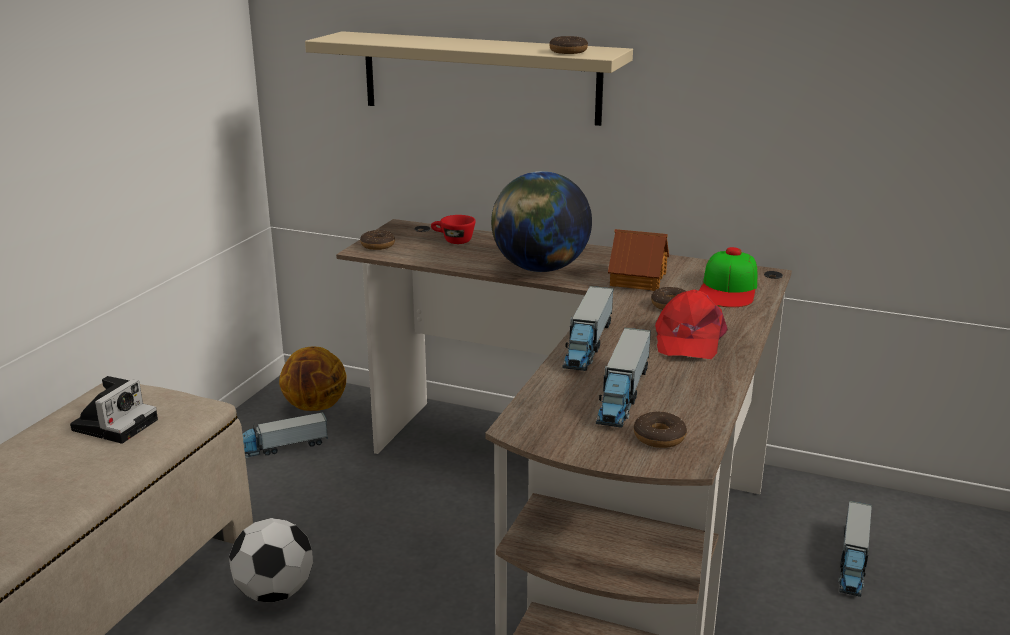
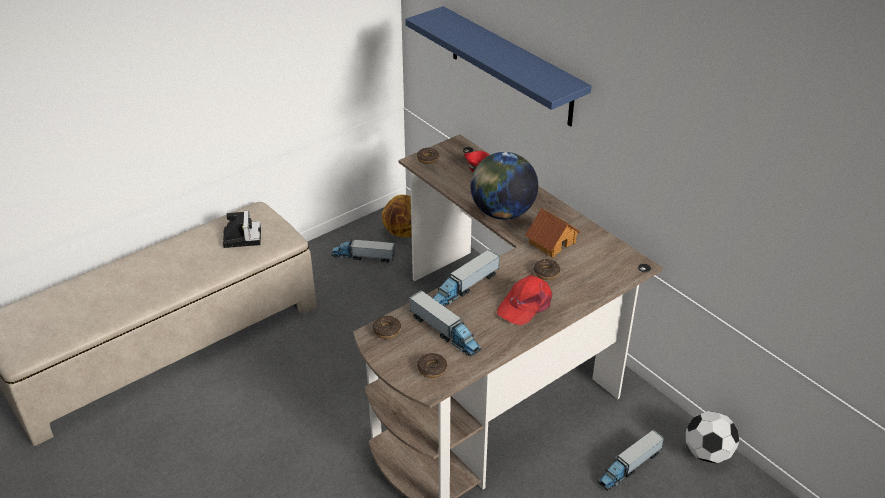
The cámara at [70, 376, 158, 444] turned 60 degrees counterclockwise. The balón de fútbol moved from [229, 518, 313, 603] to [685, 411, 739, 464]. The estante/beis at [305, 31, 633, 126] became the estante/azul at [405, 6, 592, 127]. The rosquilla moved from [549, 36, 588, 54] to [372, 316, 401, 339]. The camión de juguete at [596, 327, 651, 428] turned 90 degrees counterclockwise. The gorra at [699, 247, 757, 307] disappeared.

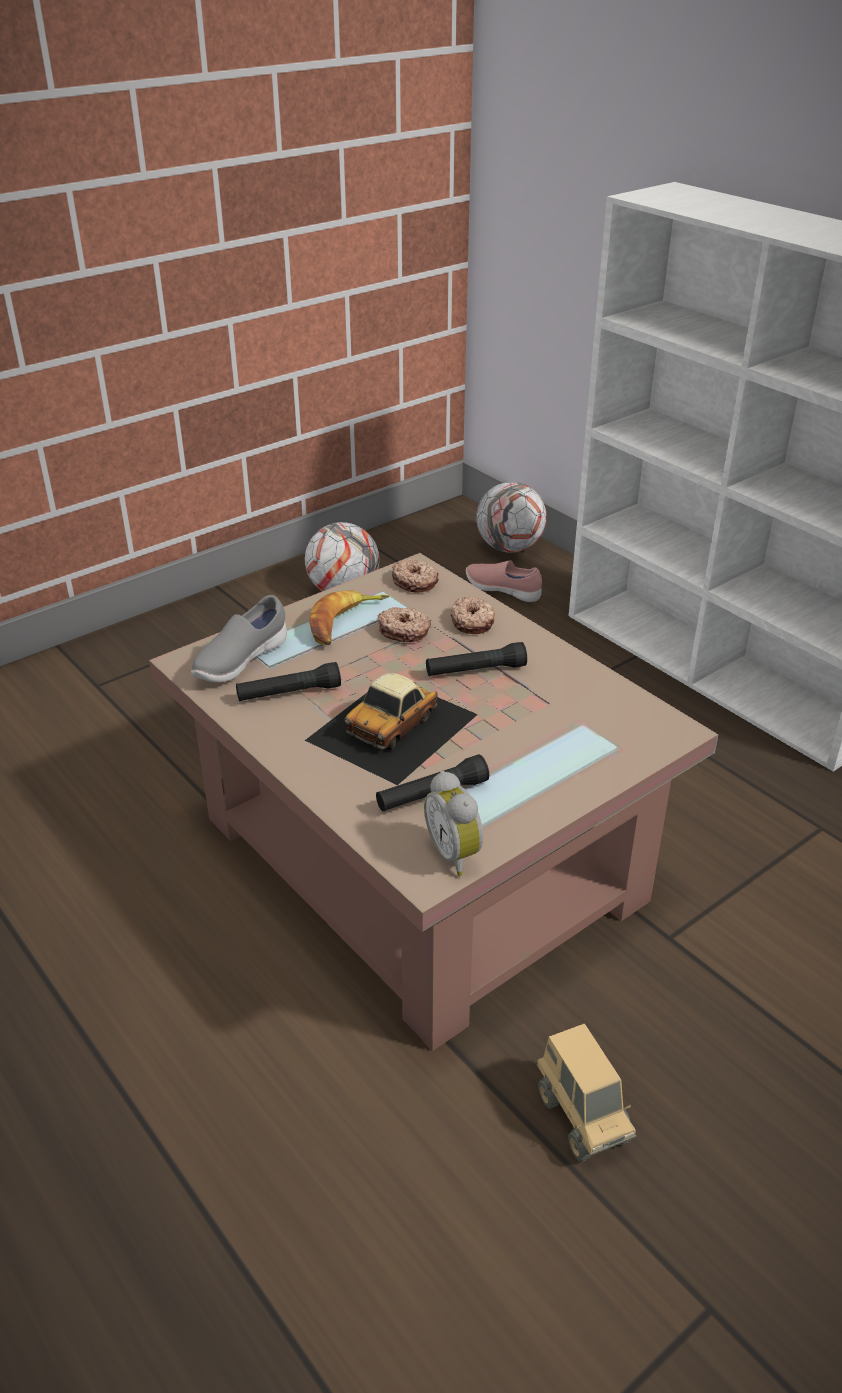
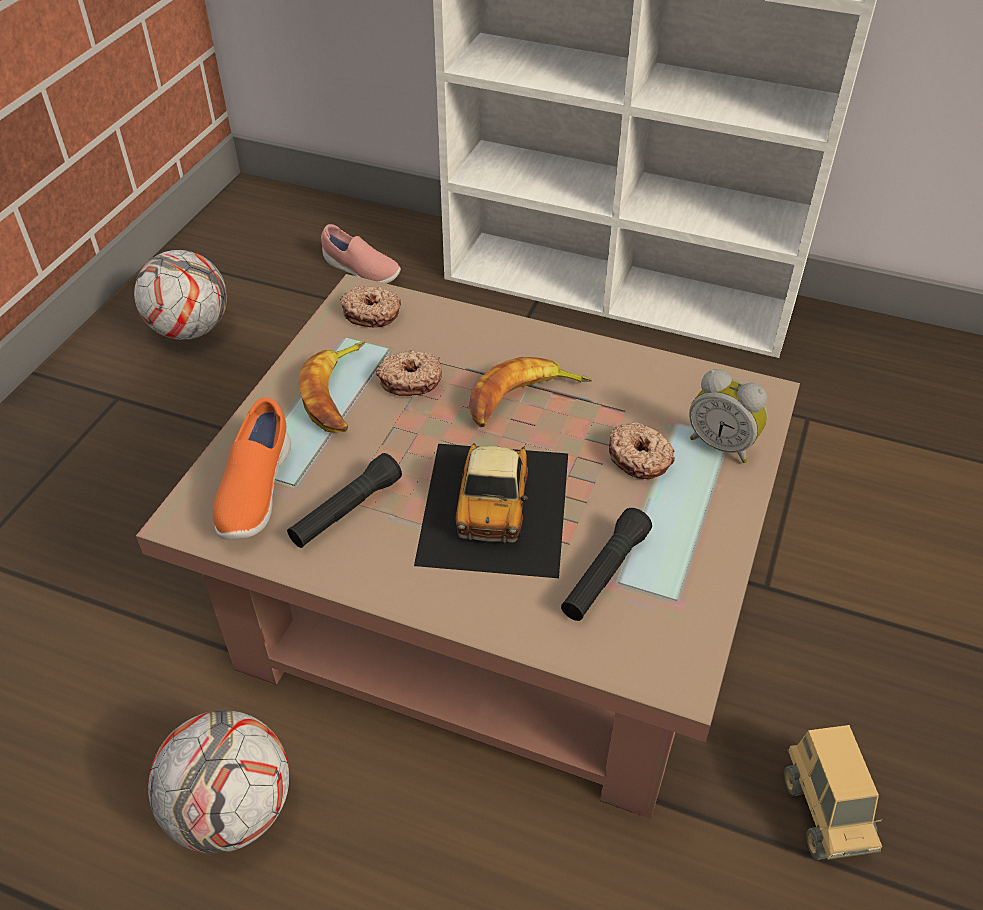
The zapato/gris at [191, 595, 287, 682] became the zapato/naranja at [213, 398, 291, 539]. The despertador moved from [424, 771, 483, 876] to [689, 369, 768, 463]. The linterna/negro at [426, 642, 527, 676] was replaced by the plátano at [469, 357, 592, 427]. The rosquilla moved from [450, 596, 494, 634] to [609, 422, 675, 479]. The zapato/rosa at [466, 560, 542, 602] turned 150 degrees counterclockwise. The balón de fútbol moved from [476, 482, 547, 553] to [148, 710, 289, 854]. The camión de juguete at [536, 1023, 636, 1161] turned 45 degrees clockwise.

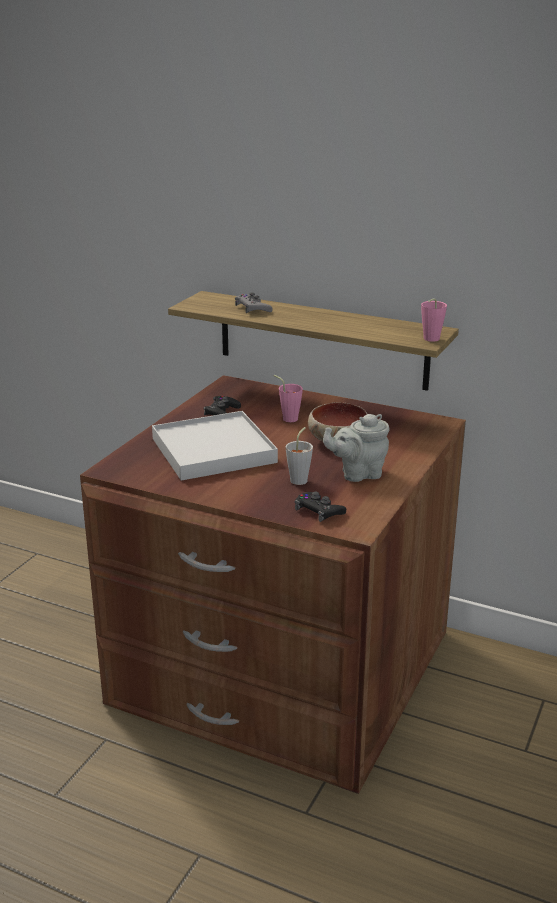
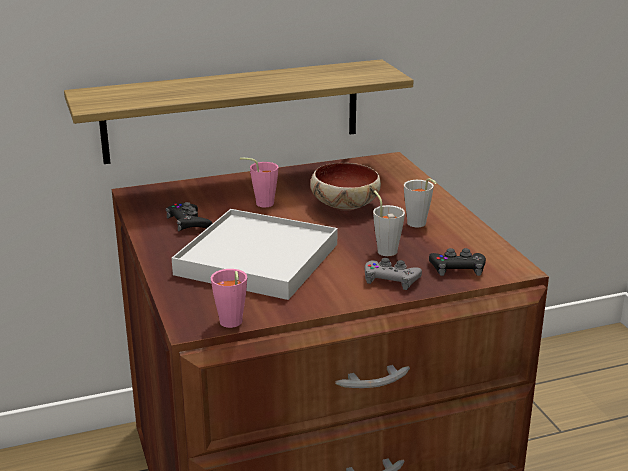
The mando de consola/gris moved from [235, 293, 273, 313] to [365, 258, 422, 290]. The tetera/gris at [323, 414, 389, 482] was replaced by the taza/gris at [404, 178, 437, 228]. The taza/rosa moved from [421, 298, 447, 342] to [211, 269, 247, 328].

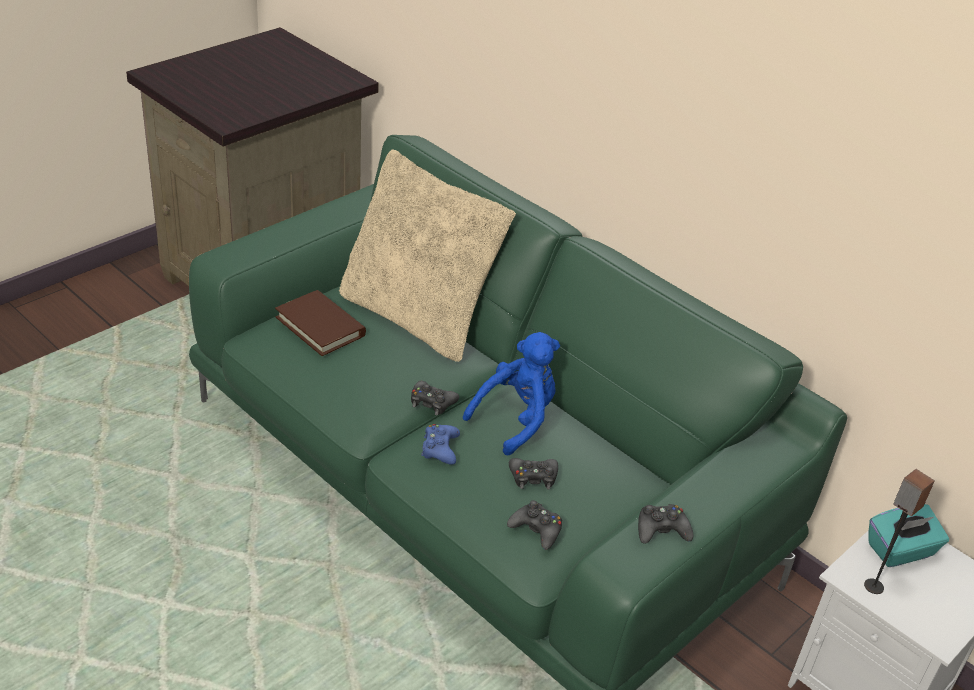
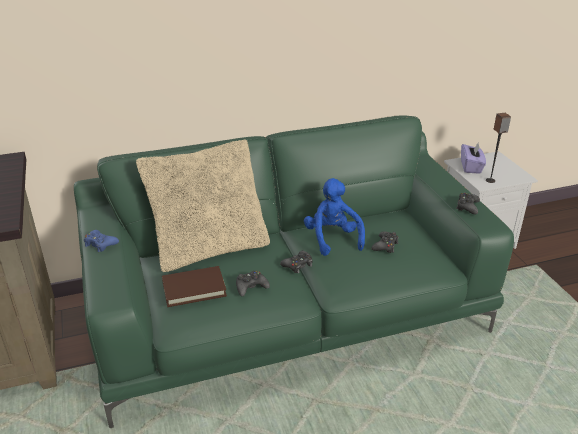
The mando de consola/azul moved from [421, 424, 460, 465] to [84, 230, 119, 252]. The mando de consola/negro moved from [507, 500, 562, 550] to [236, 271, 270, 296]. The caja de pañuelos/turquesa at [869, 504, 949, 567] became the caja de pañuelos/morado at [461, 143, 486, 174].

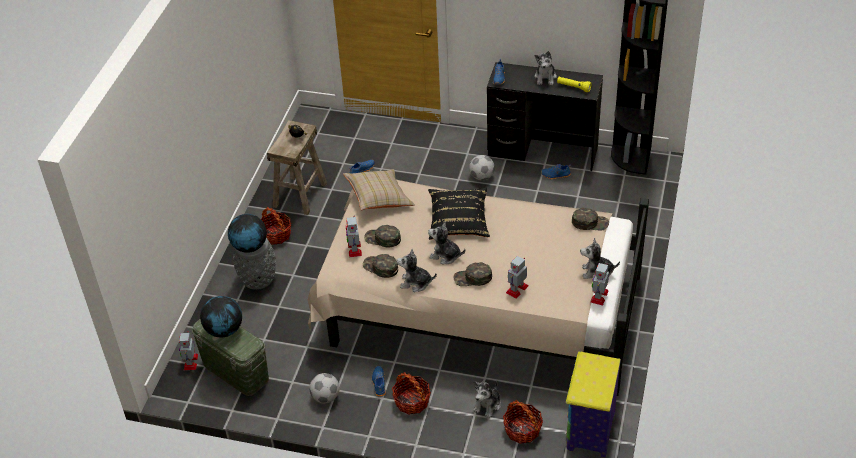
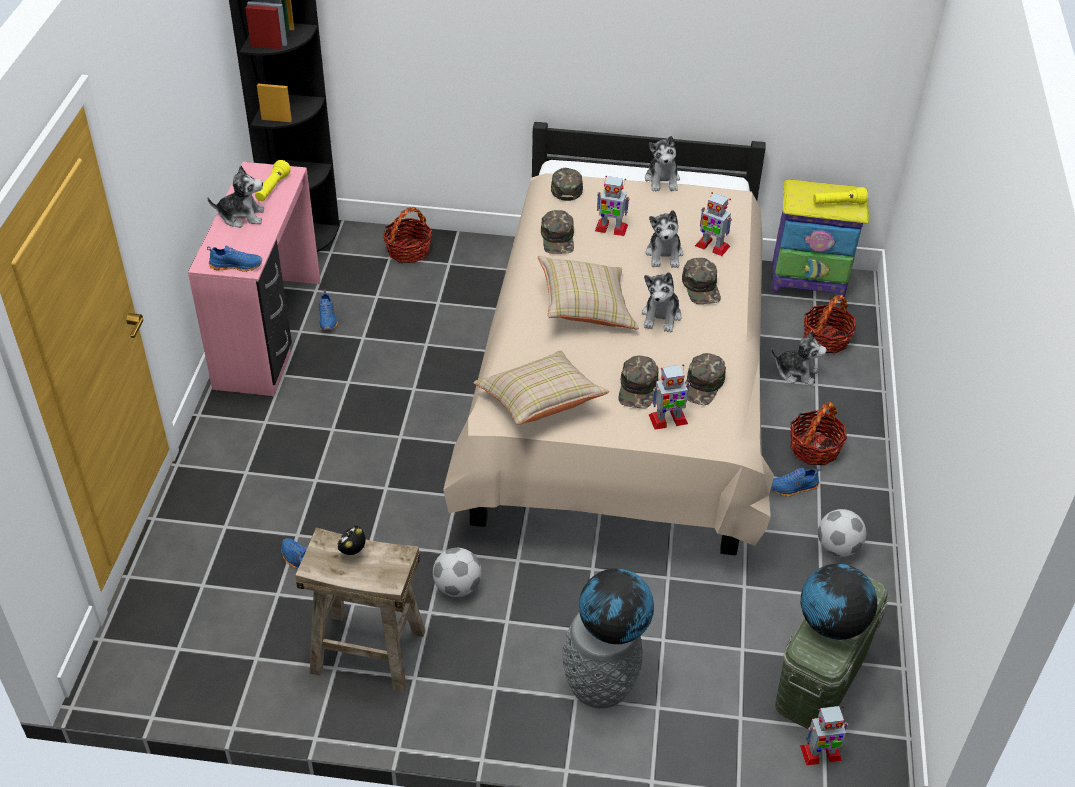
The cesta moved from [261, 207, 291, 245] to [383, 207, 432, 263]. The peluche moved from [397, 249, 437, 292] to [646, 210, 683, 268]. The cojín/negro at [428, 188, 490, 240] became the cojín/beis at [537, 256, 639, 330]. The balón de fútbol moved from [469, 155, 495, 180] to [433, 548, 482, 597]. The escritorio/negro at [487, 62, 603, 171] became the escritorio/rosa at [188, 162, 321, 397]. The robot de juguete moved from [590, 263, 609, 306] to [595, 176, 630, 236]. The gorra/verde at [541, 210, 574, 254] appeared. The linterna/amarillo at [813, 187, 868, 205] appeared.

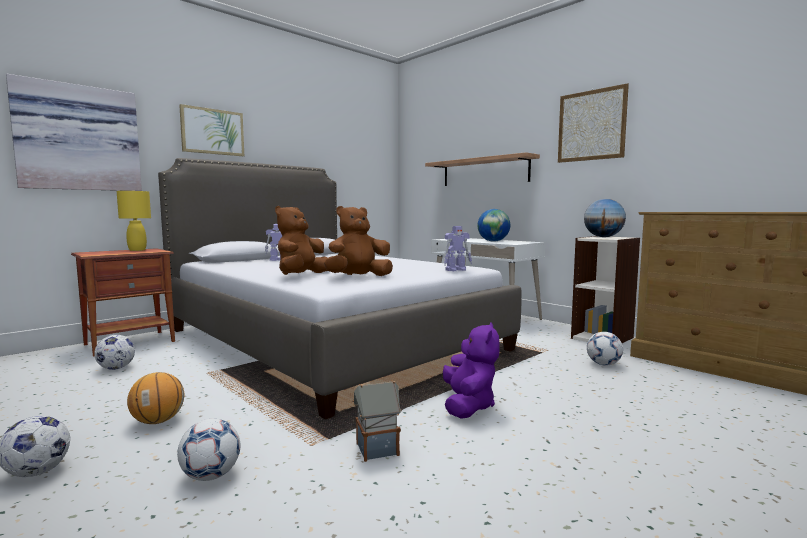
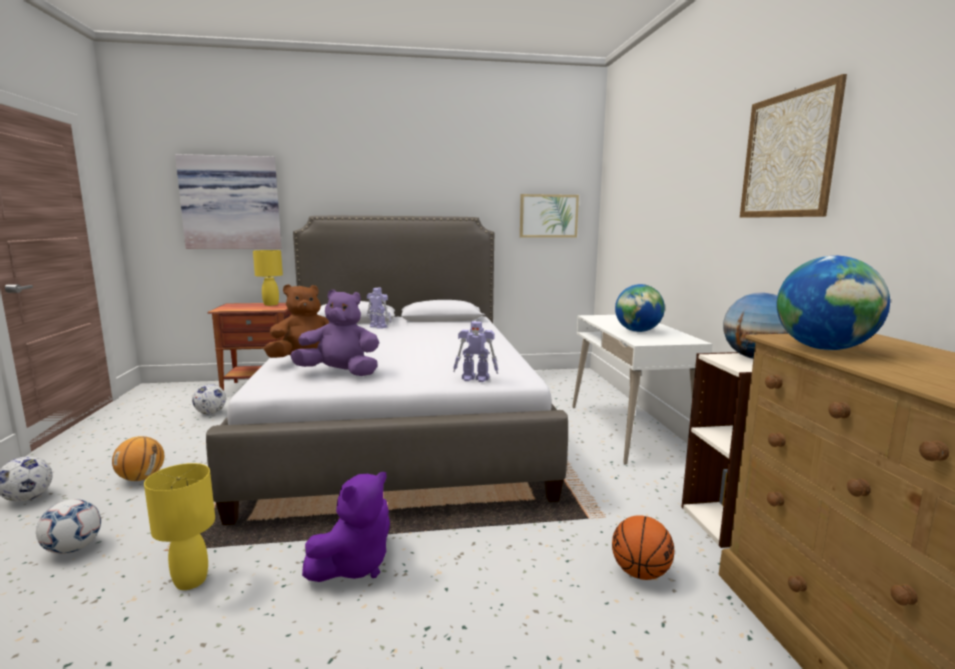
The cuadro moved from [179, 104, 244, 156] to [520, 194, 579, 238]. The peluche/marrón at [324, 206, 393, 276] became the peluche/morado at [290, 290, 379, 376]. The casita at [352, 380, 402, 462] was replaced by the lámpara de mesa/amarillo at [144, 463, 215, 590]. The estante at [425, 152, 540, 186] disappeared. The balón de fútbol at [587, 332, 623, 365] was replaced by the balón de baloncesto at [612, 515, 674, 580]. The globo terráqueo at [777, 256, 890, 350] appeared.

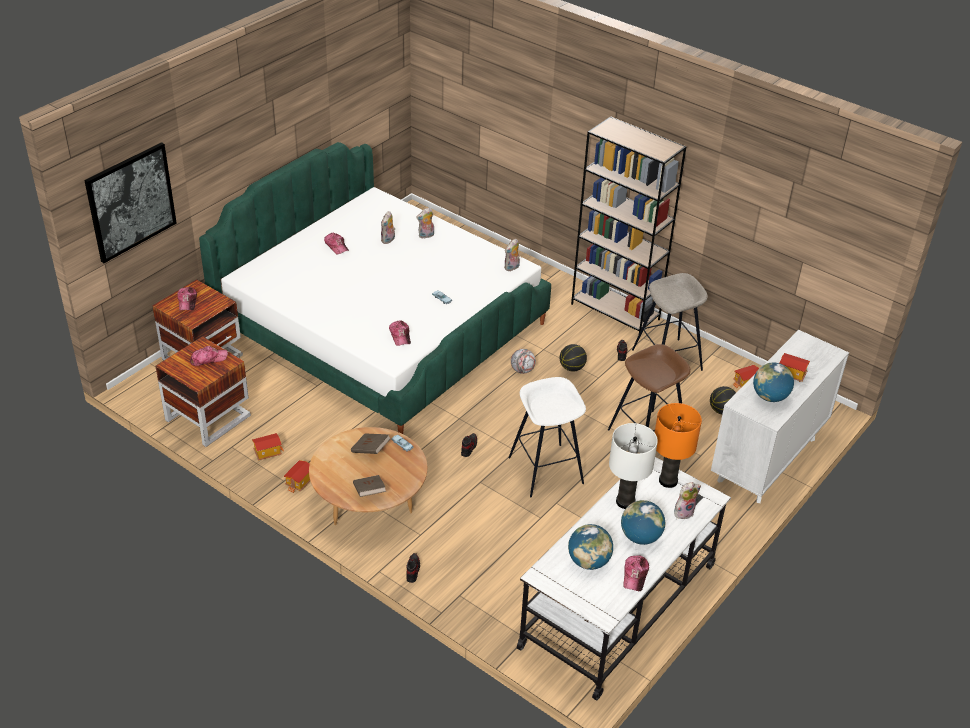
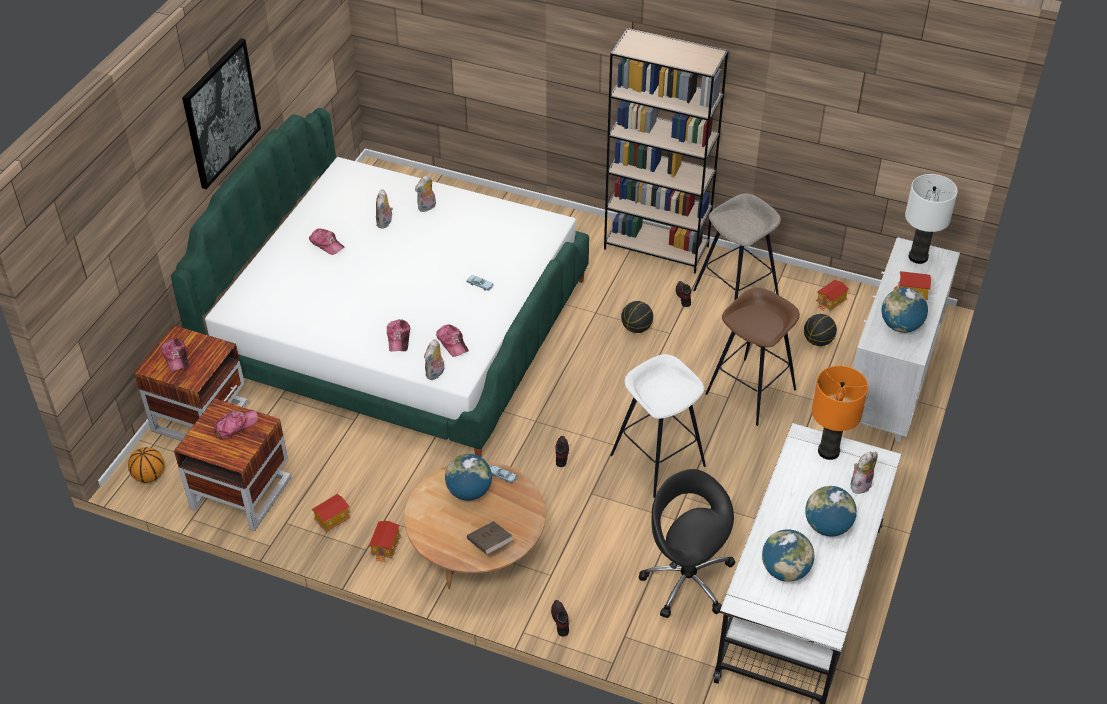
The cuadro moved from [84, 142, 177, 263] to [182, 38, 261, 189]. The libro/marrón at [351, 434, 391, 454] was replaced by the globo terráqueo at [445, 454, 492, 501]. The peluche moved from [505, 239, 520, 271] to [424, 339, 444, 380]. The balón de fútbol at [511, 349, 536, 374] disappeared. The lámpara de mesa/blanco moved from [609, 423, 658, 509] to [905, 174, 958, 264]. The gorra moved from [623, 555, 649, 591] to [387, 319, 410, 352]. The balón de baloncesto at [128, 447, 164, 483] appeared. The silla de oficina/negro at [639, 469, 735, 618] appeared.

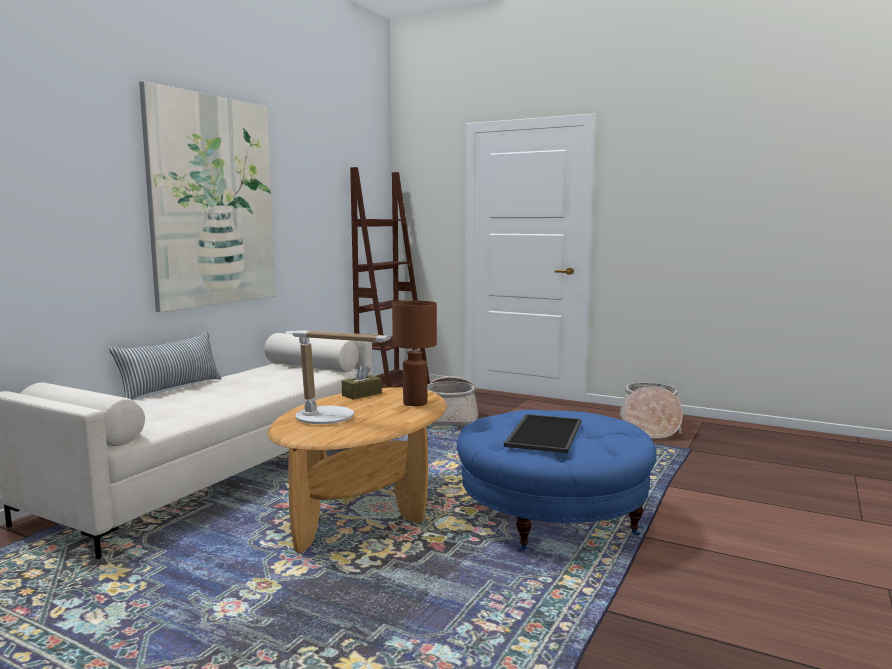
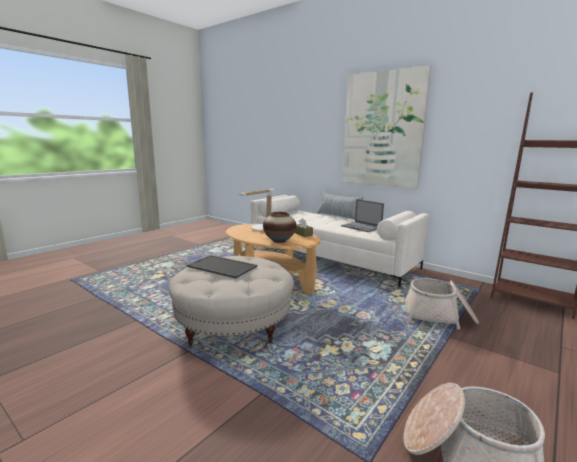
The lámpara de mesa/marrón at [392, 301, 437, 406] was replaced by the florero at [263, 212, 296, 243]. The puf/azul at [457, 410, 657, 552] became the puf/beis at [169, 256, 294, 349]. The portátil at [341, 199, 384, 232] appeared.

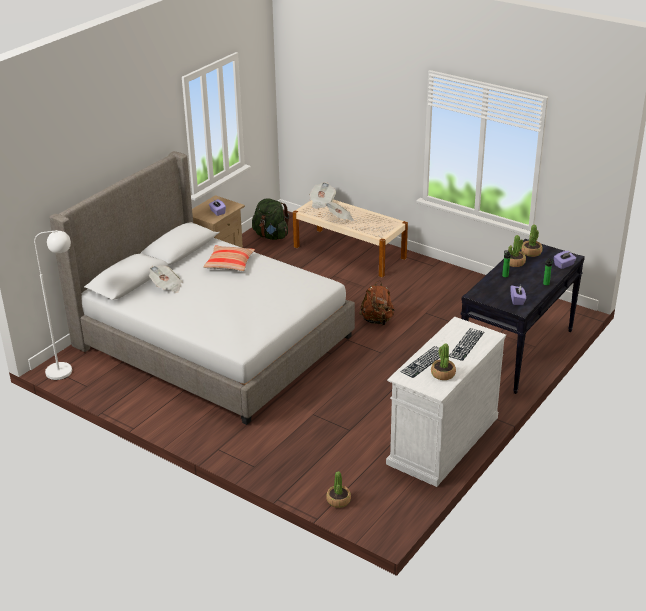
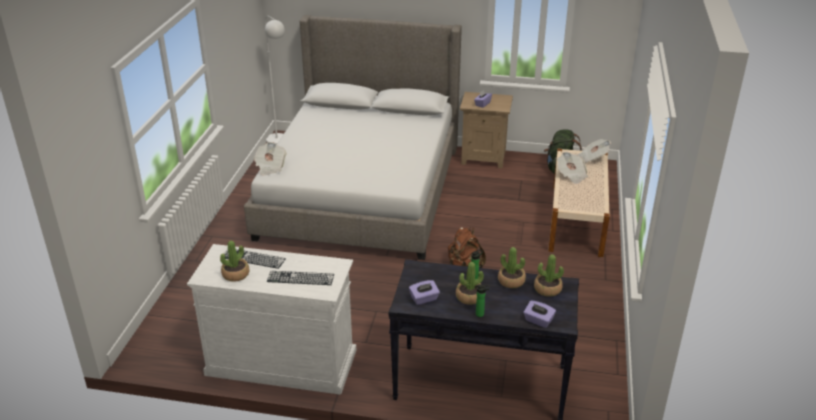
The periódico moved from [149, 265, 183, 293] to [254, 142, 287, 176]. The cojín at [203, 246, 255, 271] disappeared. The planta en maceta moved from [326, 471, 351, 508] to [456, 262, 484, 305].

